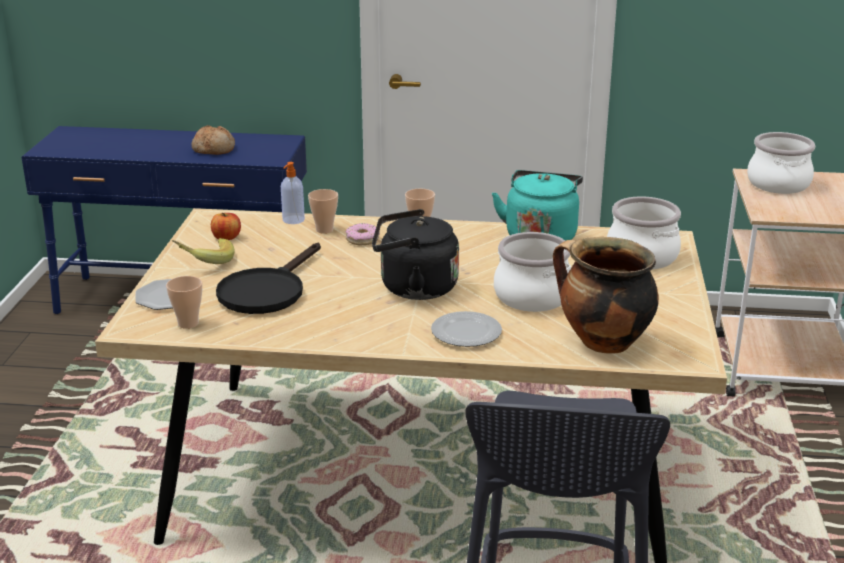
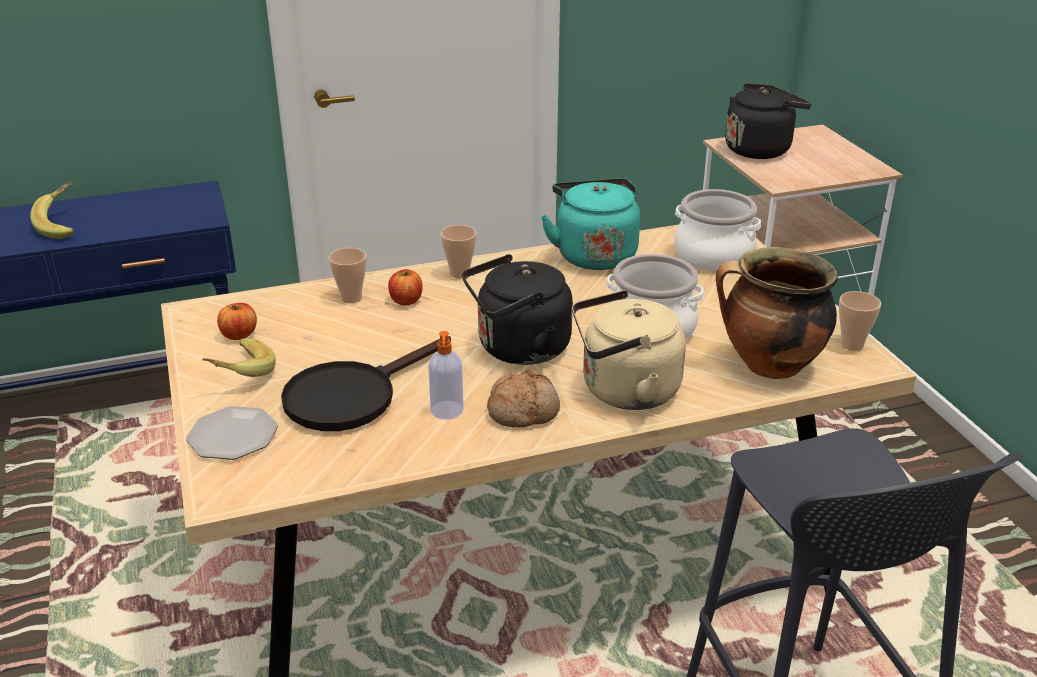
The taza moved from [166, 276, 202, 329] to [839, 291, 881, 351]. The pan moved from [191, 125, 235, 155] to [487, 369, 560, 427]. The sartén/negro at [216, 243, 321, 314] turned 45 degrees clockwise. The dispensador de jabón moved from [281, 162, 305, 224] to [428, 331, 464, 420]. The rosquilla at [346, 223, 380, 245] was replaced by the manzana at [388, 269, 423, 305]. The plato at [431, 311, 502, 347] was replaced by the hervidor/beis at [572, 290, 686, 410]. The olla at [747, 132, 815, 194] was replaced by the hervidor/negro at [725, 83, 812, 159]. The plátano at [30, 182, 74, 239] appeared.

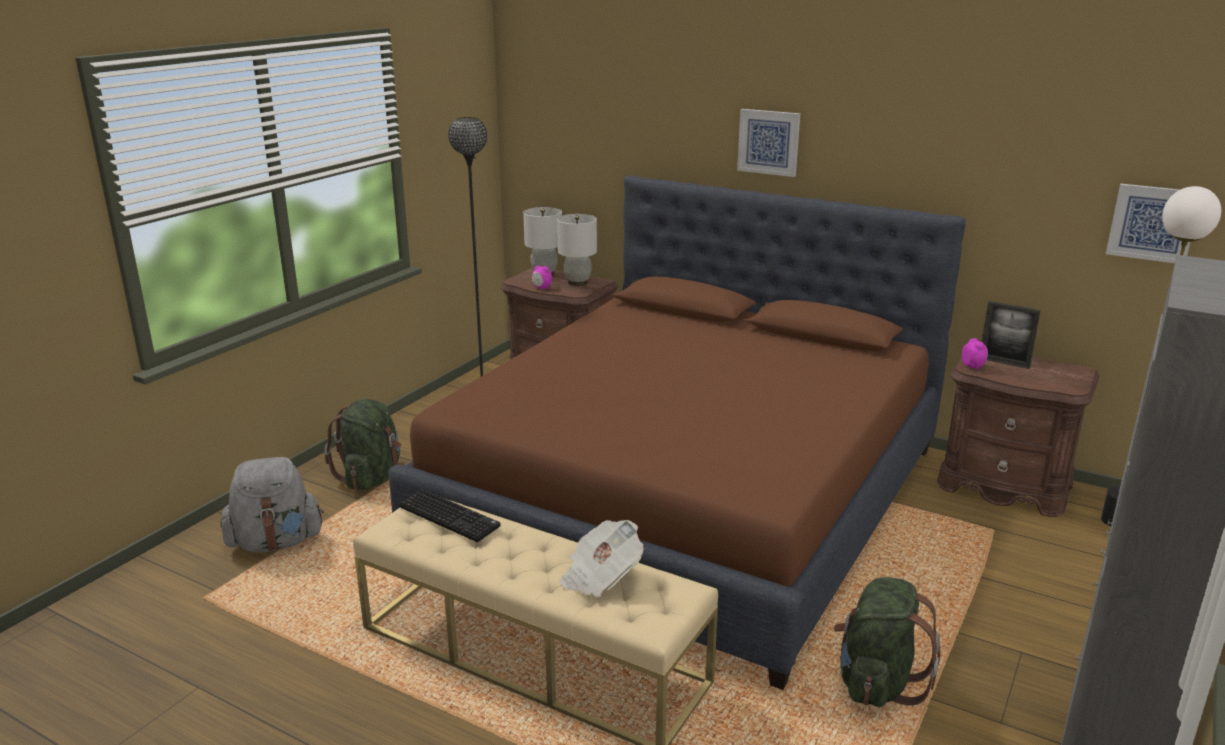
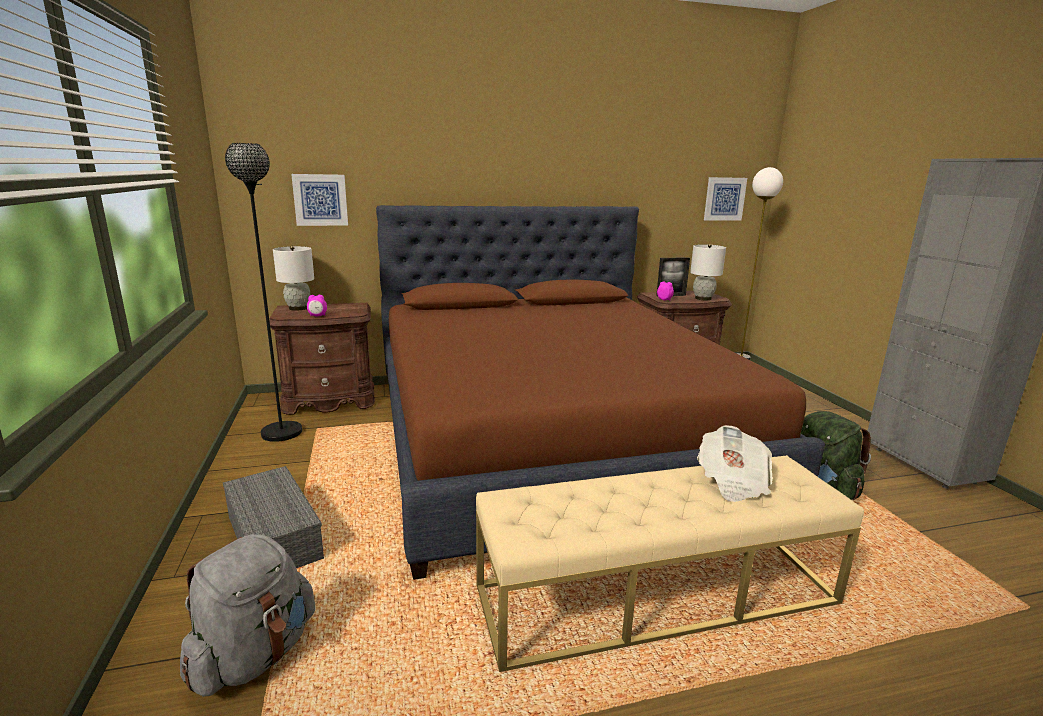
The mochila/verde at [325, 399, 402, 490] was replaced by the caja de almacenaje/gris at [223, 466, 324, 568]. The teclado at [399, 489, 501, 542] disappeared. The lámpara de mesa/blanco moved from [557, 214, 597, 286] to [690, 244, 726, 300]. The cuadro moved from [737, 109, 800, 177] to [291, 174, 348, 226].

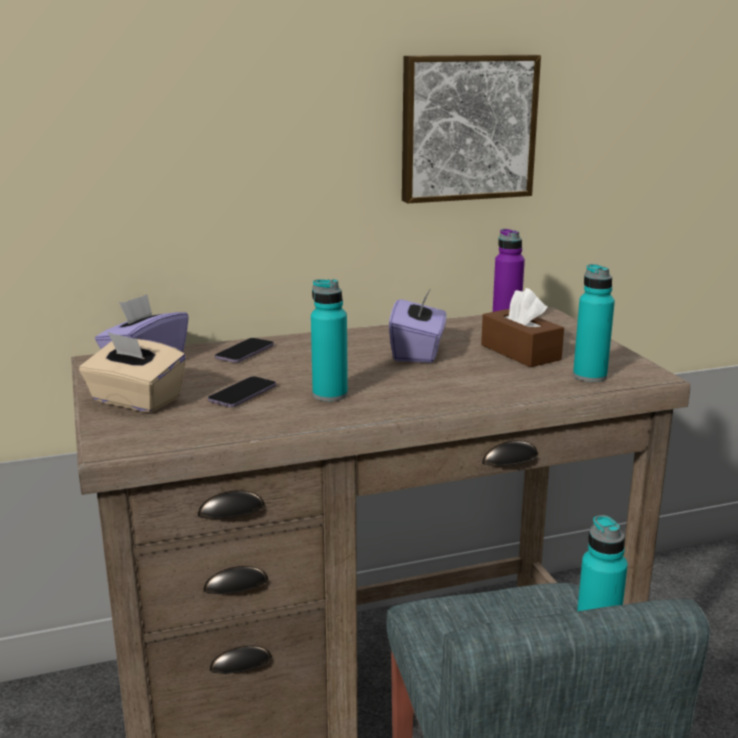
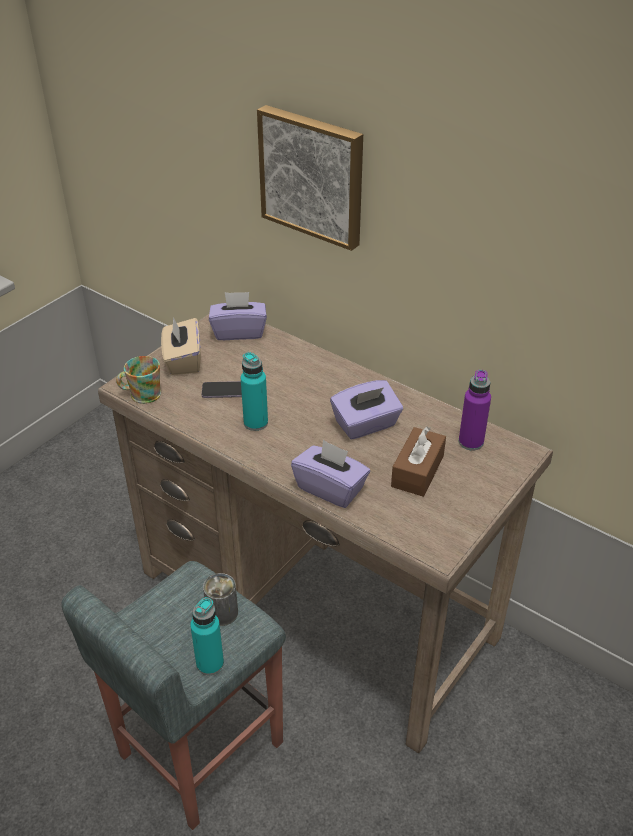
The móvil at [215, 338, 274, 363] disappeared. The cuadro moved from [402, 55, 541, 203] to [257, 105, 363, 251]. The botella/turquesa at [573, 264, 615, 382] disappeared. The taza grande at [116, 356, 161, 404] appeared. The lata at [203, 573, 238, 626] appeared. The caja de pañuelos/morado at [291, 440, 370, 508] appeared.

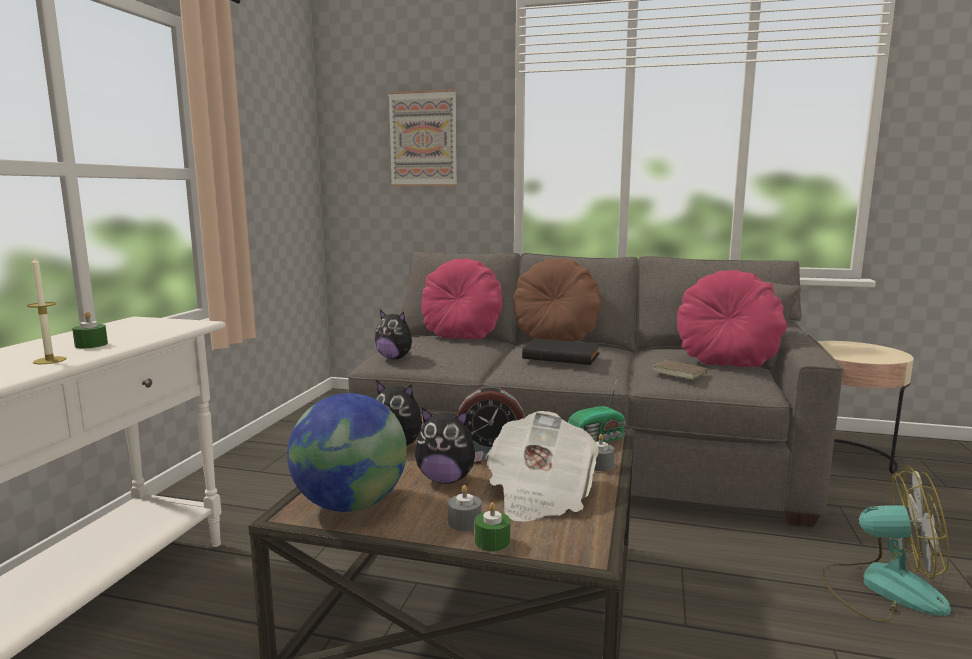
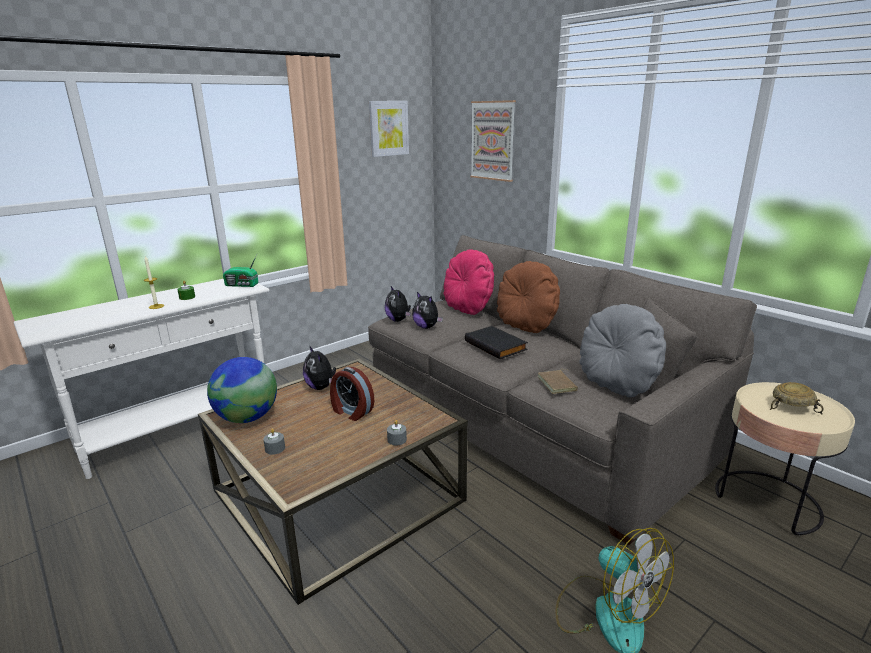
The peluche moved from [415, 408, 484, 484] to [412, 292, 443, 329]. The vela/verde at [475, 502, 510, 551] disappeared. The periódico at [485, 411, 599, 522] disappeared. The radio moved from [568, 379, 625, 442] to [223, 255, 258, 287]. The cojín/rosa at [677, 270, 787, 367] became the cojín/gris at [579, 304, 666, 397]. The cuadro at [369, 101, 409, 157] appeared. The cuenco/beis at [770, 382, 824, 415] appeared.

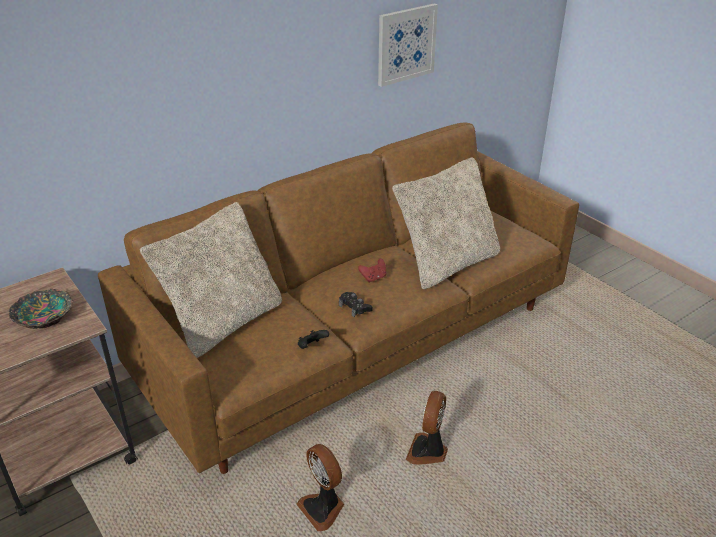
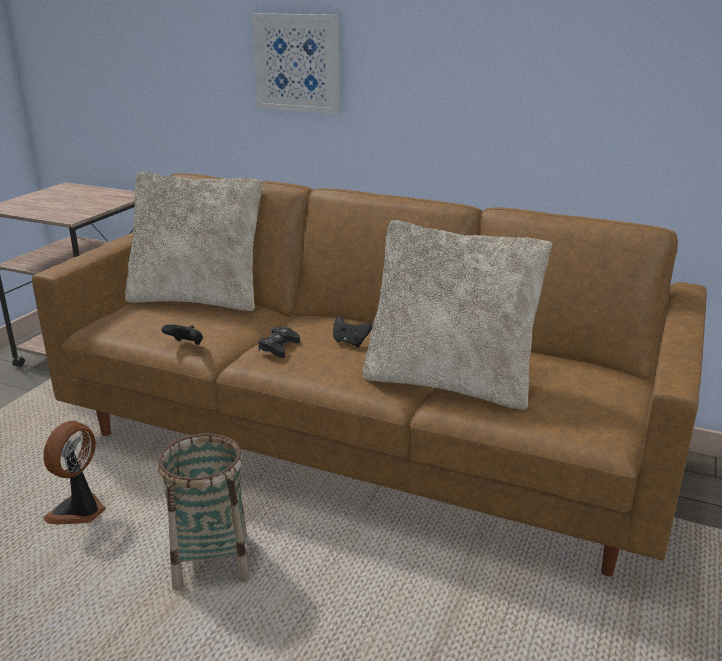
The cuenco at [9, 289, 74, 329] disappeared. The mando de consola/rojo at [358, 258, 386, 283] became the mando de consola/negro at [333, 316, 372, 347]. The cuadro moved from [378, 3, 438, 87] to [252, 13, 340, 114]. The ventilador at [406, 391, 448, 465] was replaced by the cesta at [158, 433, 249, 591].

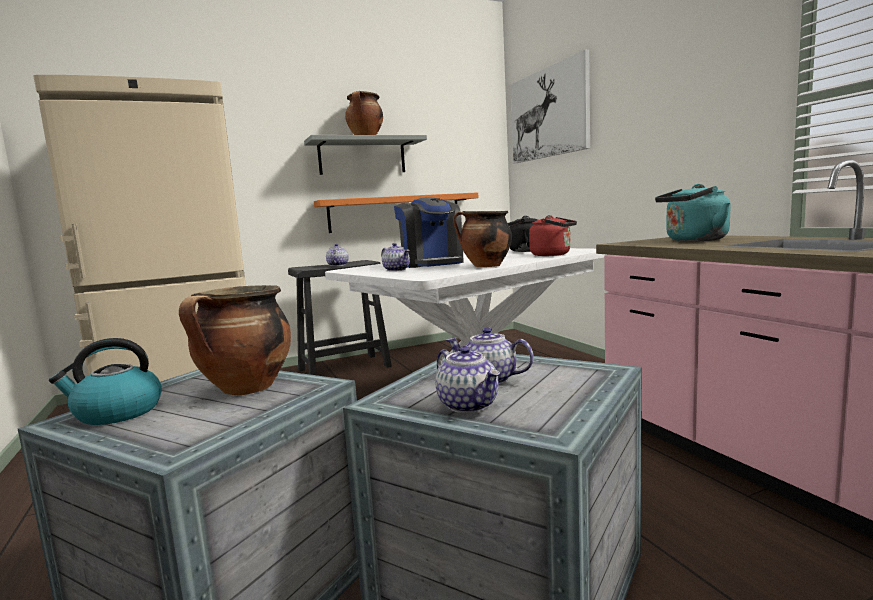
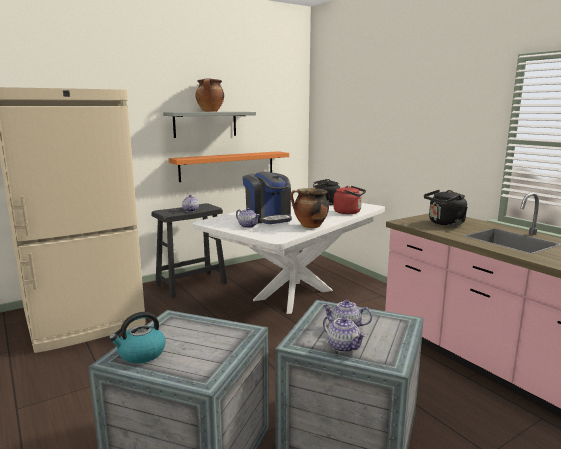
The olla at [179, 285, 291, 396] disappeared. The cuadro at [511, 50, 590, 163] disappeared. The hervidor/turquesa at [655, 184, 731, 241] became the hervidor/negro at [424, 190, 468, 226].

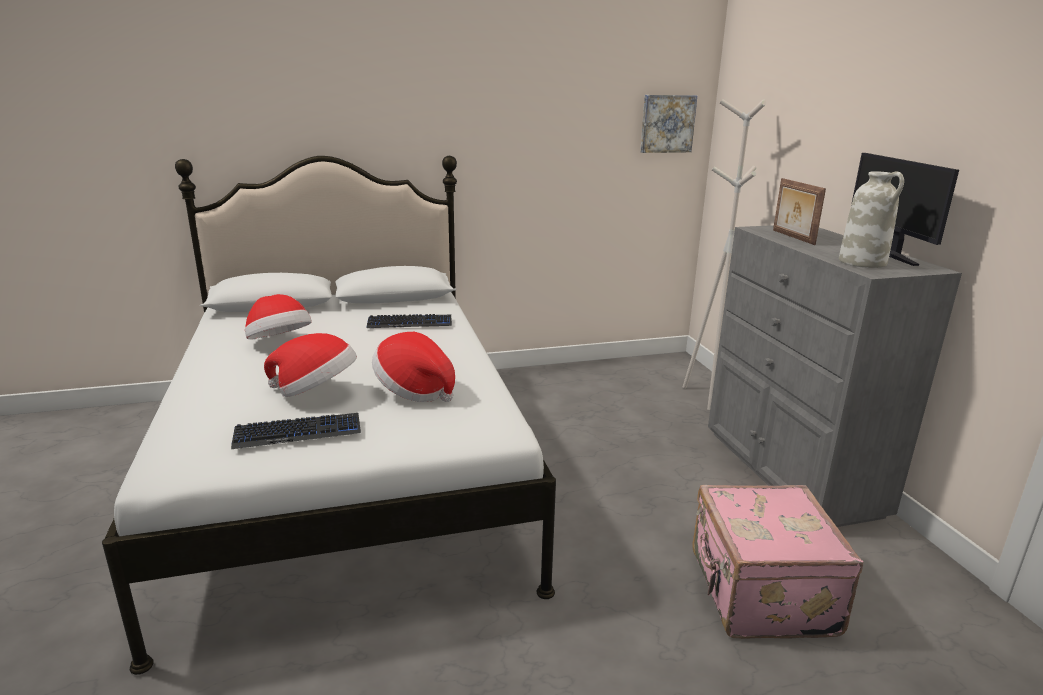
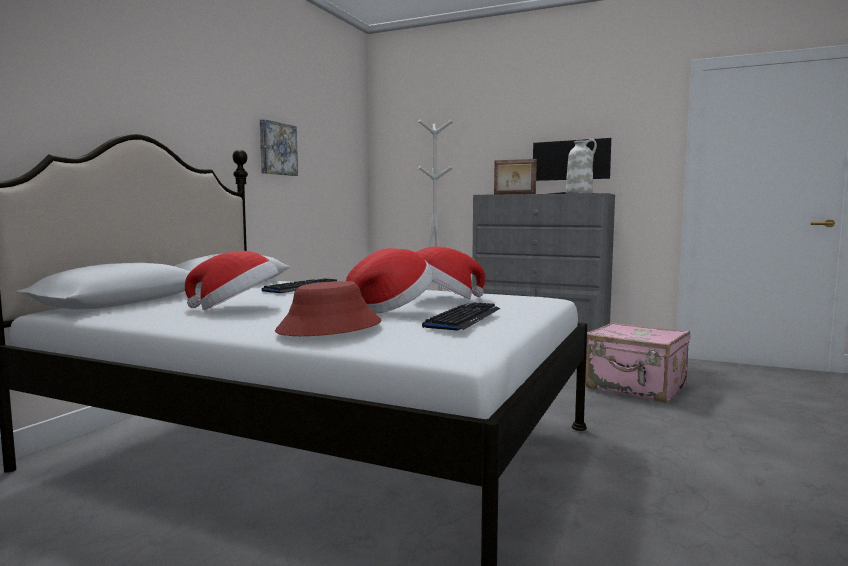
The cuadro moved from [640, 95, 697, 153] to [260, 119, 298, 176]. The sombrero/rojo at [275, 281, 382, 336] appeared.

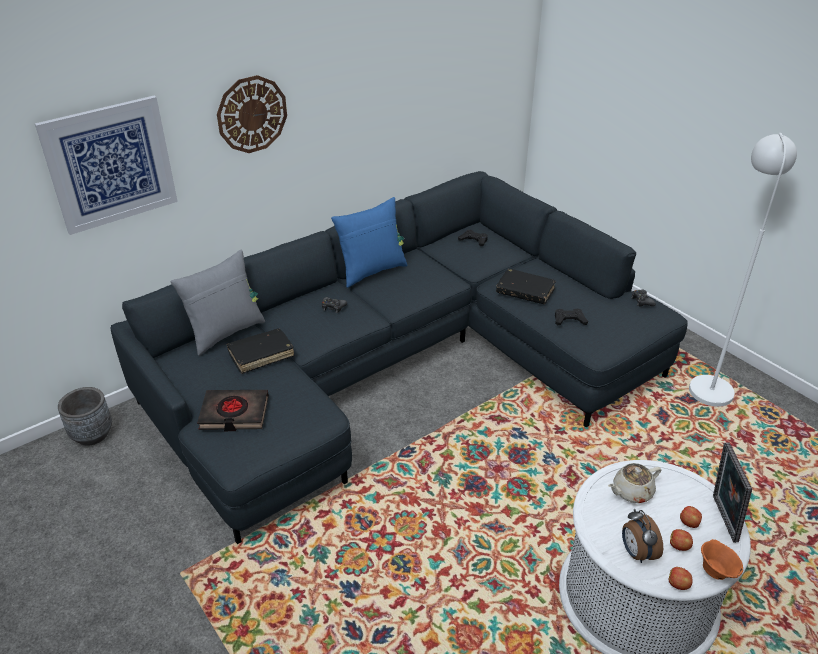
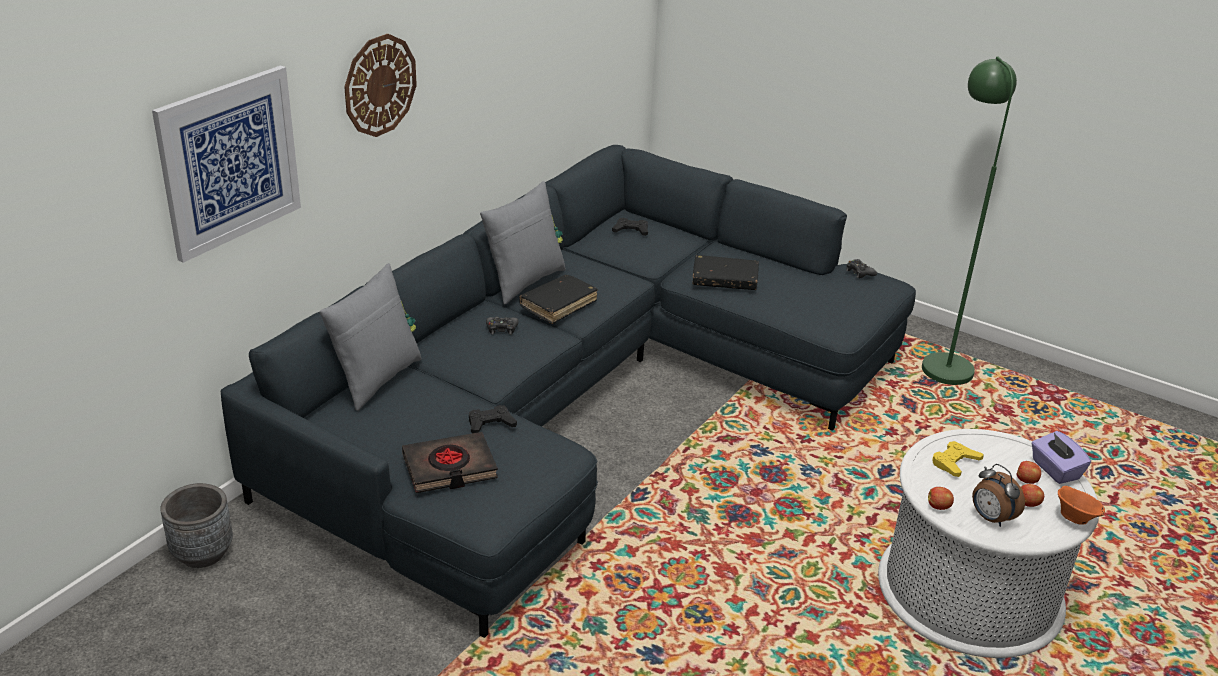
The libro/negro moved from [227, 328, 294, 374] to [519, 275, 598, 324]. The cojín/azul at [331, 197, 407, 288] became the cojín/gris at [480, 181, 566, 304]. The mando de consola/negro moved from [555, 308, 588, 325] to [469, 405, 517, 433]. The tetera/beis at [608, 463, 661, 503] was replaced by the mando de consola/amarillo at [933, 441, 984, 477]. The manzana moved from [668, 567, 692, 590] to [928, 487, 954, 510]. The lámpara de pie/blanco at [689, 133, 797, 407] became the lámpara de pie/verde at [922, 56, 1017, 385]. The portarretratos at [713, 442, 752, 543] was replaced by the caja de pañuelos/morado at [1031, 431, 1091, 484].

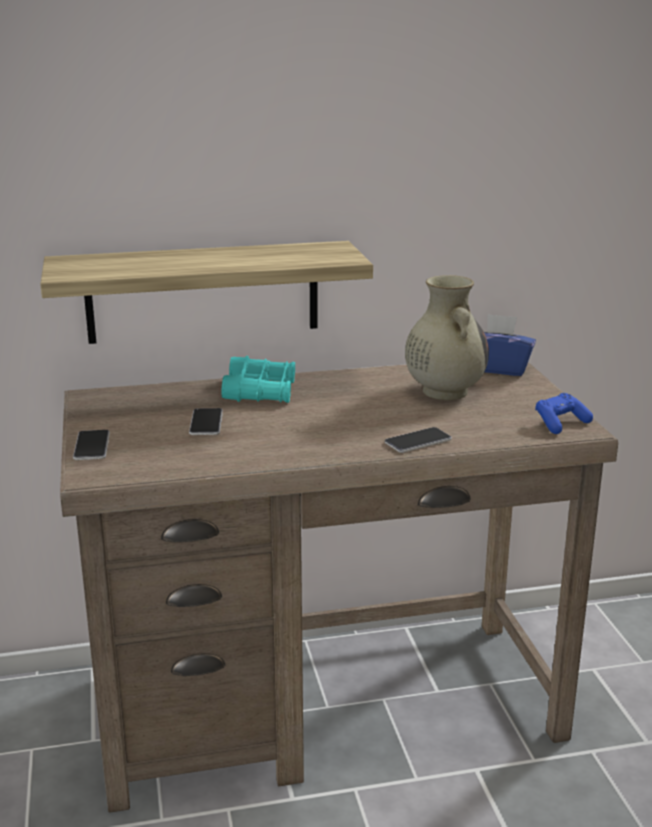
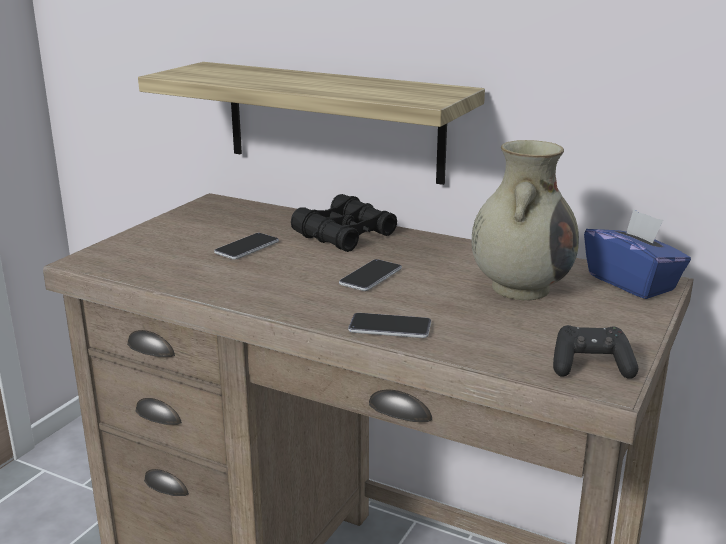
The móvil moved from [73, 430, 110, 460] to [339, 259, 402, 291]. The prismáticos/turquesa at [222, 356, 295, 403] became the prismáticos/negro at [291, 194, 397, 252]. The mando de consola/azul at [535, 393, 593, 434] became the mando de consola/negro at [553, 325, 638, 379].

